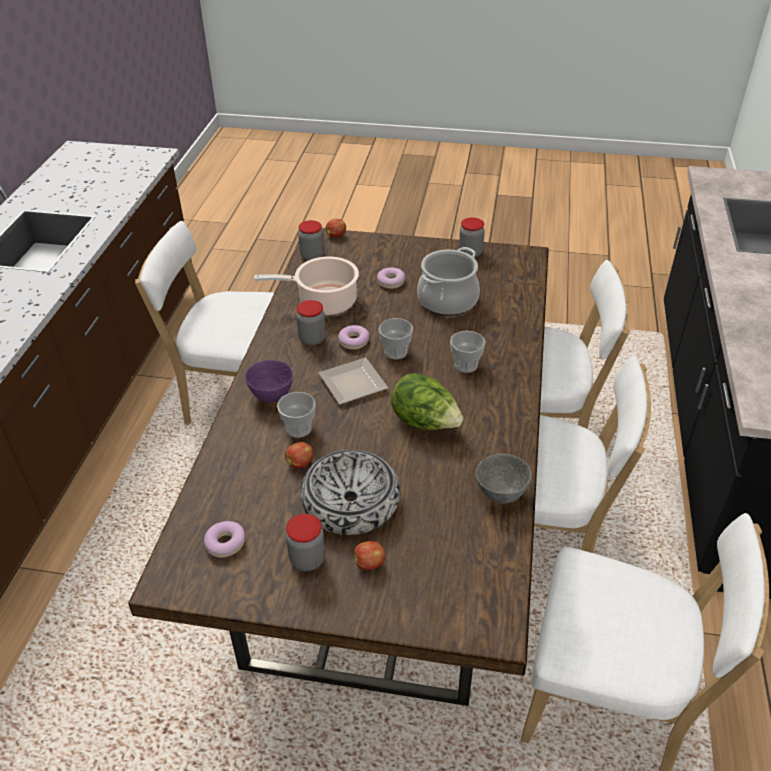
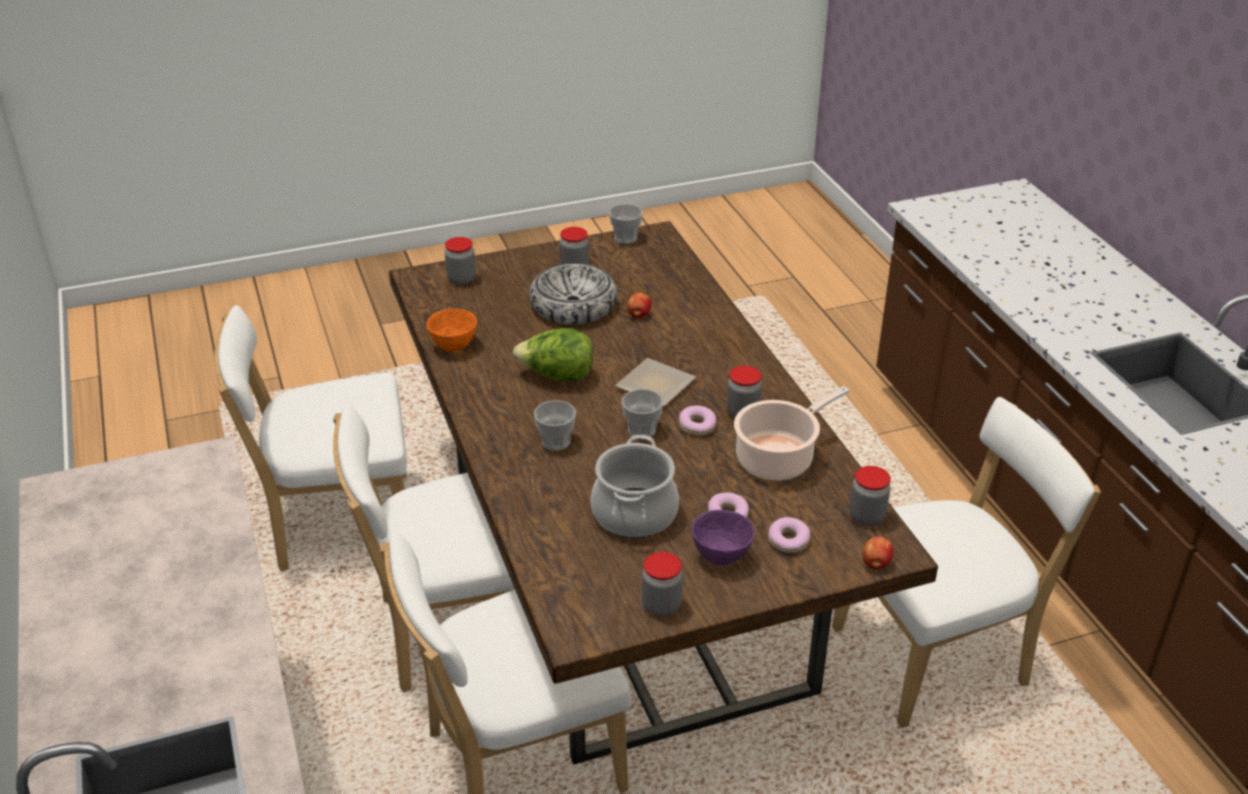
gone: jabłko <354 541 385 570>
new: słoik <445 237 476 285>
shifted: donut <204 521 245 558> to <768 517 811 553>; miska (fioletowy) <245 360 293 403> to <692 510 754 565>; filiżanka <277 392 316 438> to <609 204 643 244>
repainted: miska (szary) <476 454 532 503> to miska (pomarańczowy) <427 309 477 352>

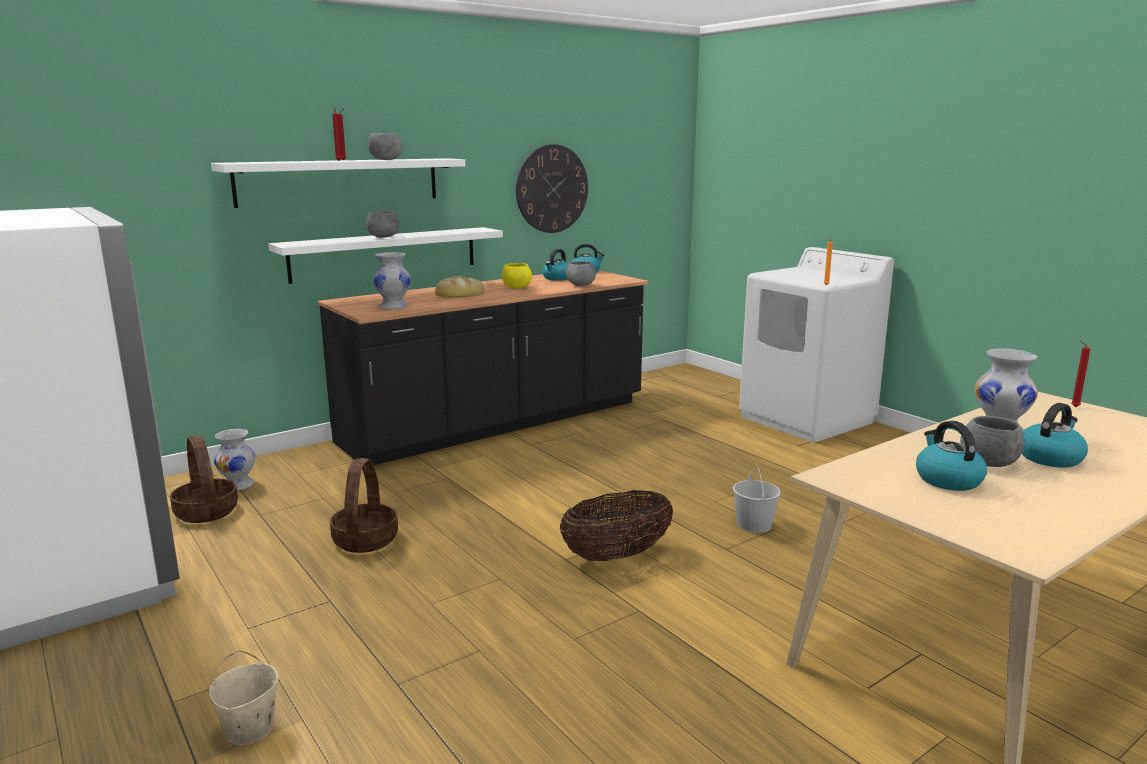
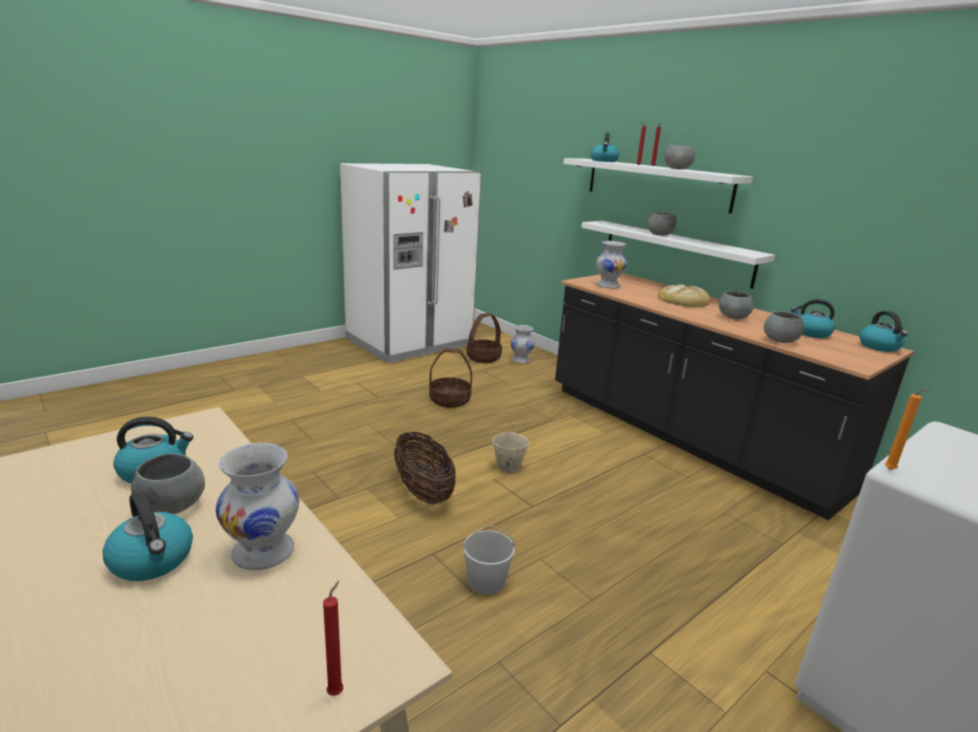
gone: zegar ścienny <516 144 588 233>
new: czajnik <591 132 619 162>
shifted: wiadro (beżowy) <209 650 278 746> to <492 422 530 473>
repainted: miska (żółty) <501 263 532 289> to miska (szary) <719 291 754 319>

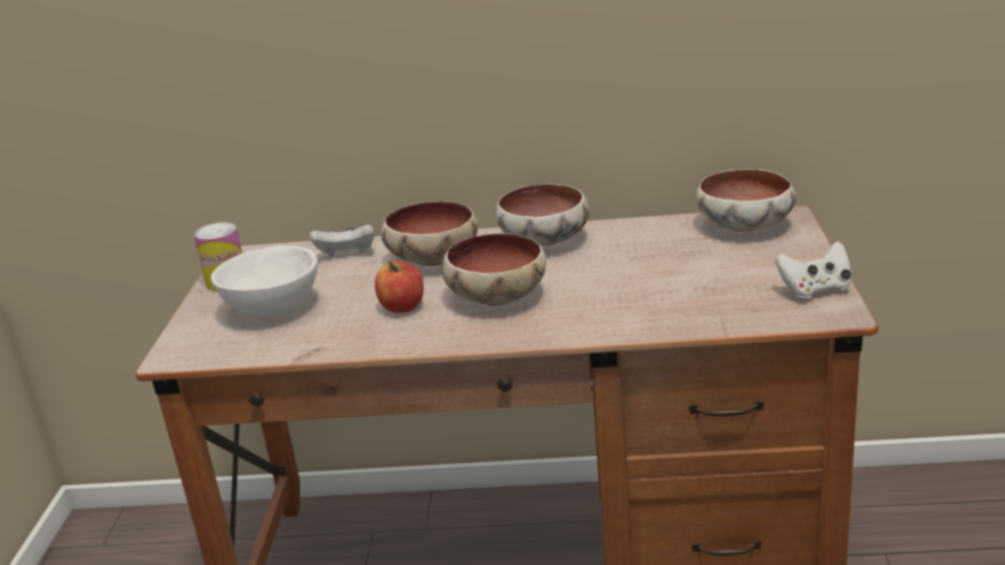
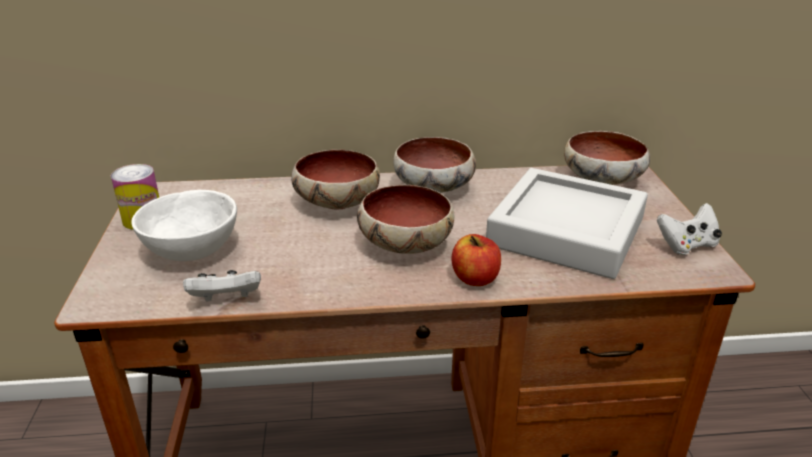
new: taca (szary) <486 168 648 279>
shifted: pad do gier (biały) <310 225 374 256> to <183 270 261 302>; jabłko <375 261 424 313> to <451 234 501 286>

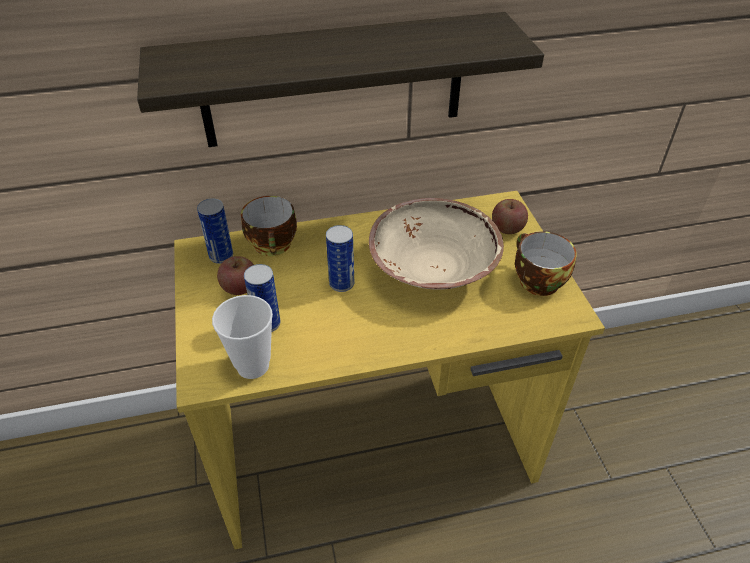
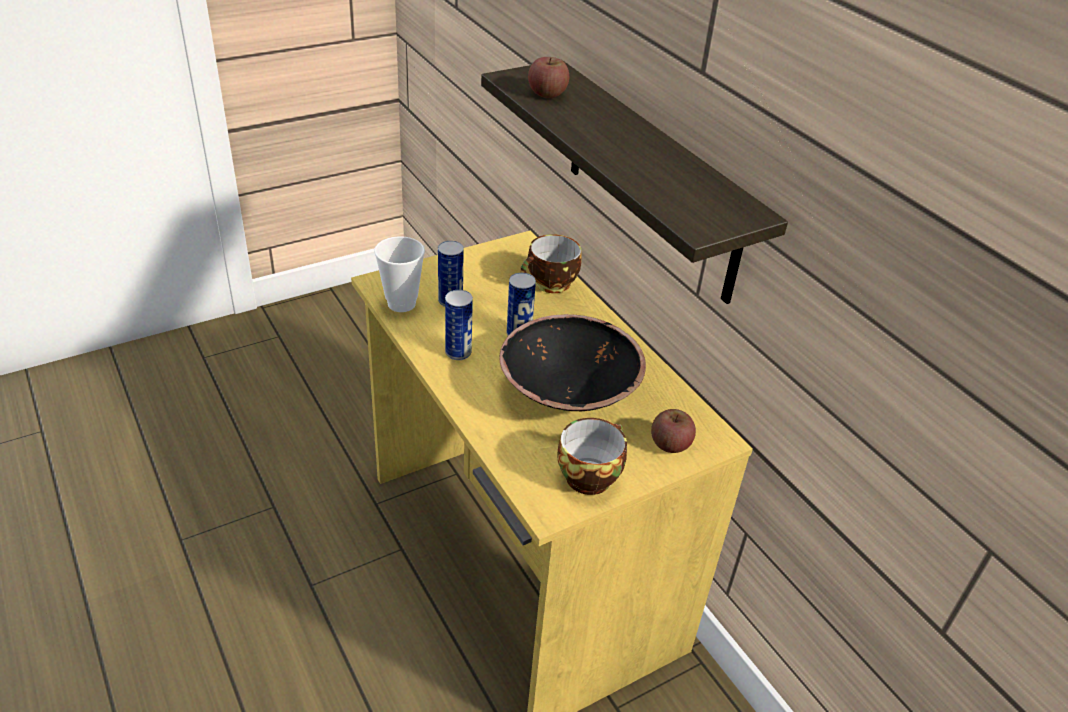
shifted: puszka <197 199 233 264> to <445 290 473 360>; jabłko <217 256 254 295> to <528 57 569 98>
repainted: miska (beżowy) <369 198 504 290> to miska (czarny) <499 314 646 411>

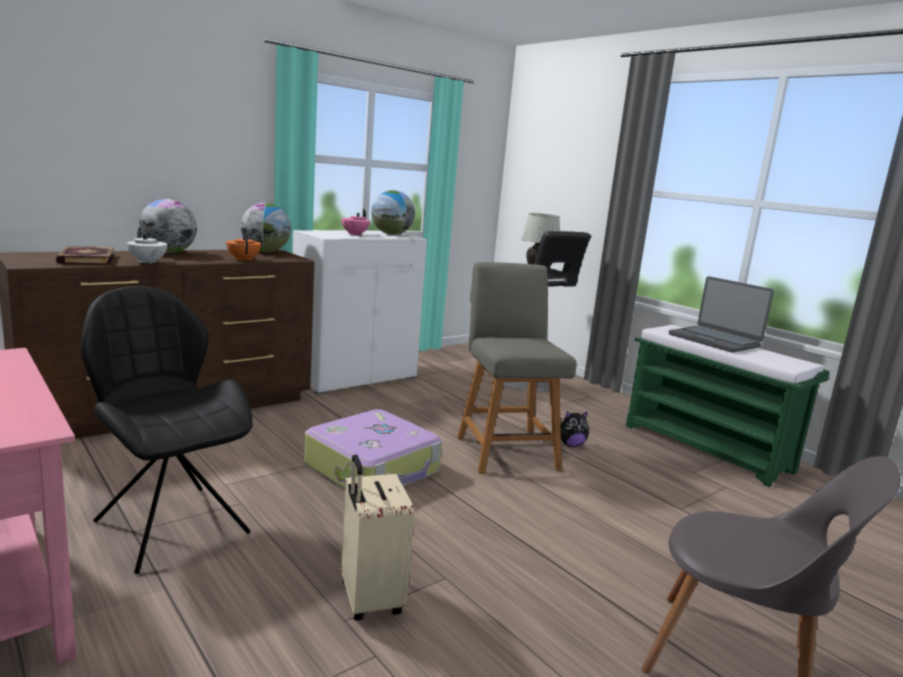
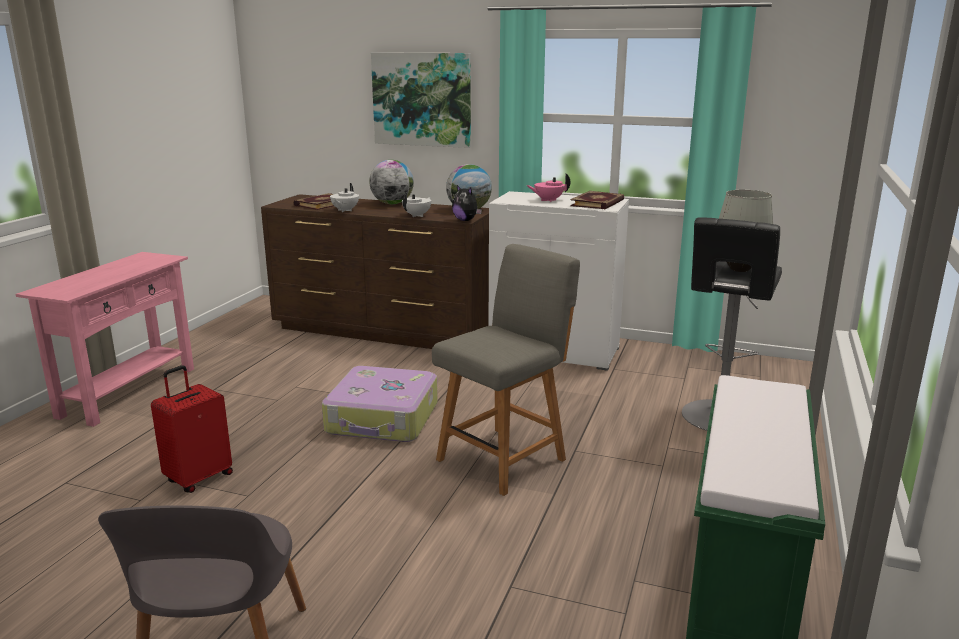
gone: krzesło (czarny) <81 286 253 574>; laptop <669 276 774 353>
new: obraz <371 52 471 148>
shifted: pluszak <561 411 589 447> to <452 185 482 221>
swapped: globus <371 190 415 235> to książka <570 191 624 210>
repainted: imbryk (pomarańczowy) <226 233 261 261> to imbryk (biały) <402 192 431 217>; walizka (beżowy) <341 454 414 621> to walizka (czerwony) <151 365 233 493>

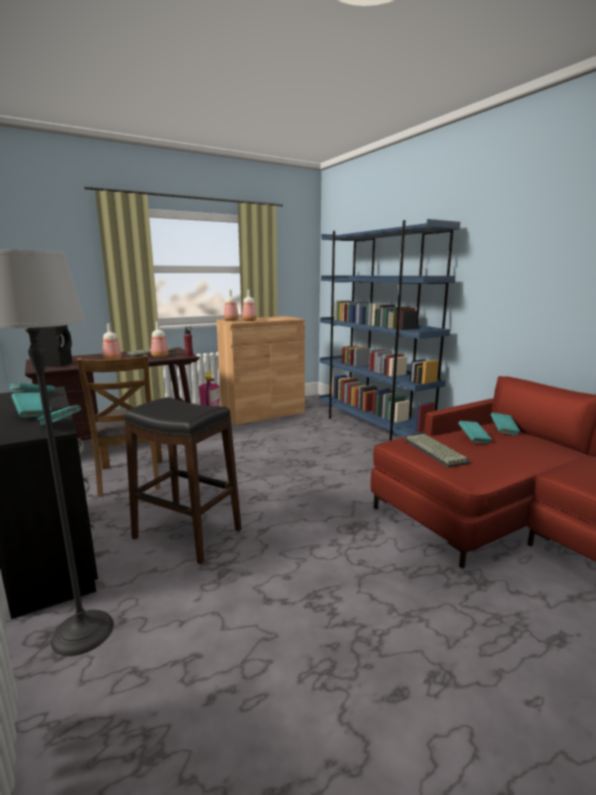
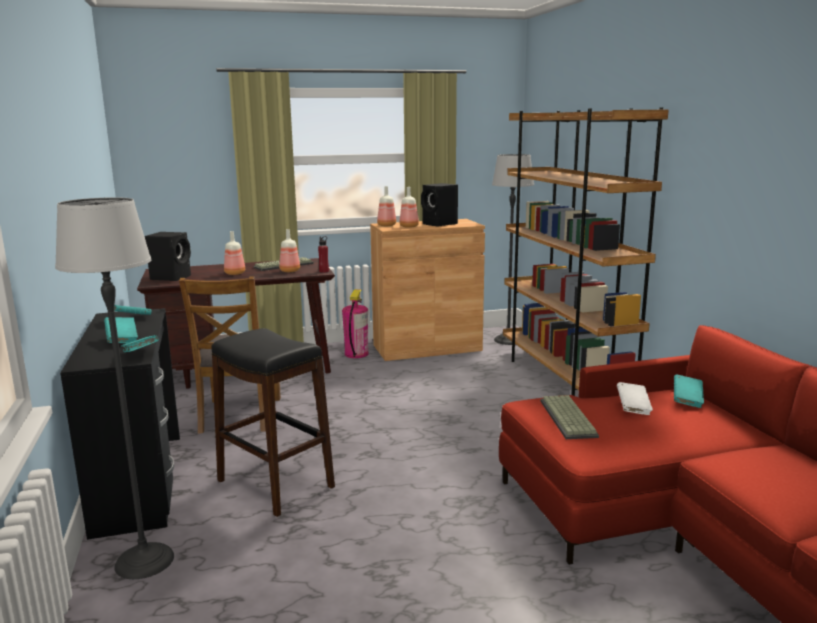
new: głośnik (czarny) <421 183 458 227>; lampa stojąca <492 154 534 345>
repainted: regał (niebieski) <319 219 460 441> to regał (brązowy) <503 108 669 396>; książka (turkusowy) <458 421 492 444> to książka (biały) <617 382 653 415>

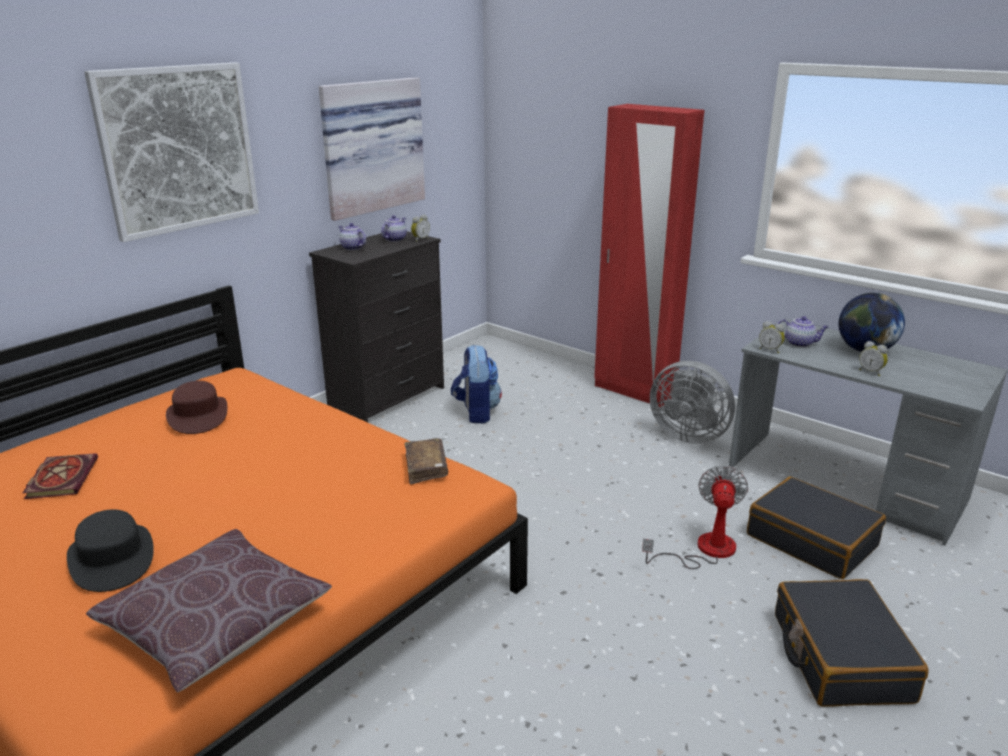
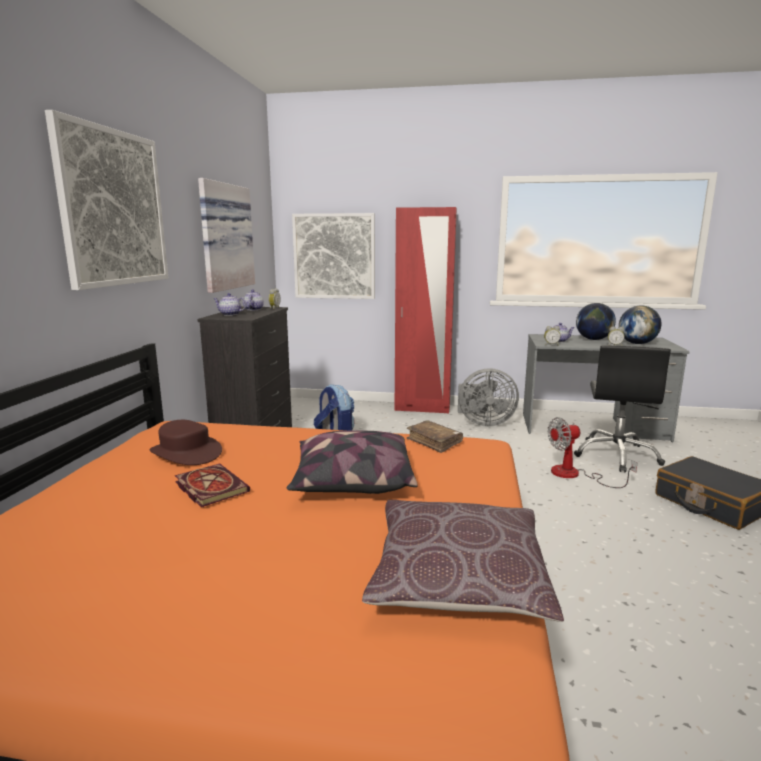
gone: kapelusz (czarny) <67 509 154 592>
new: poduszka <287 431 418 494>; obraz <292 213 375 299>; globus <619 306 662 344>
shifted: książka <23 453 98 499> to <175 463 250 507>
swapped: walizka (czarny) <747 477 886 579> to krzesło biurowe (czarny) <574 345 671 473>
rotated: wentylator <642 465 748 569> = <547 417 637 488> 90 degrees counterclockwise

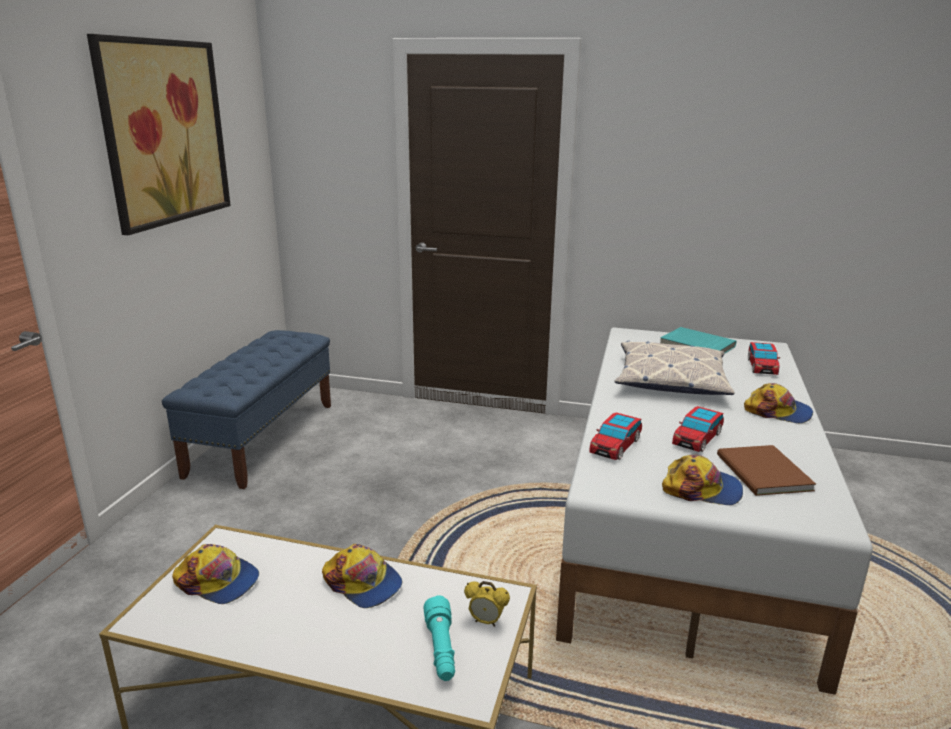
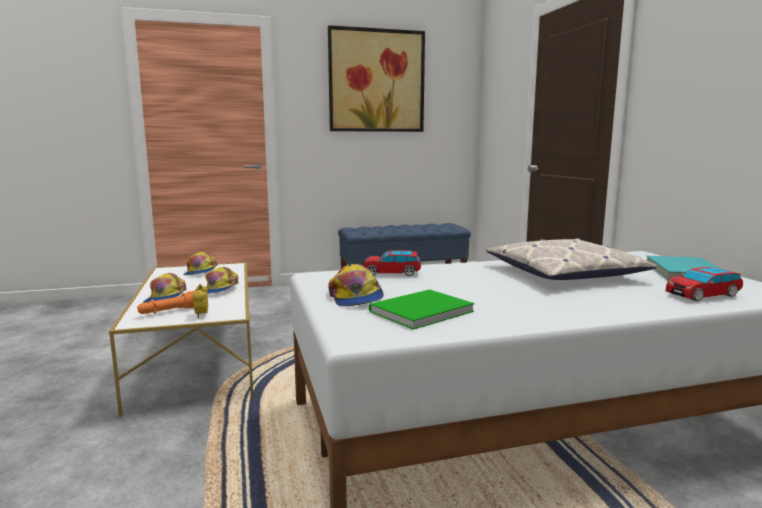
gone: samochodzik <672 406 724 452>
shifted: czapka z daszkiem <744 383 813 423> to <143 273 187 303>
repainted: latarka (turkusowy) <423 595 455 681> to latarka (pomarańczowy) <137 291 195 314>; książka (brązowy) <717 445 816 496> to książka (zielony) <369 289 475 329>

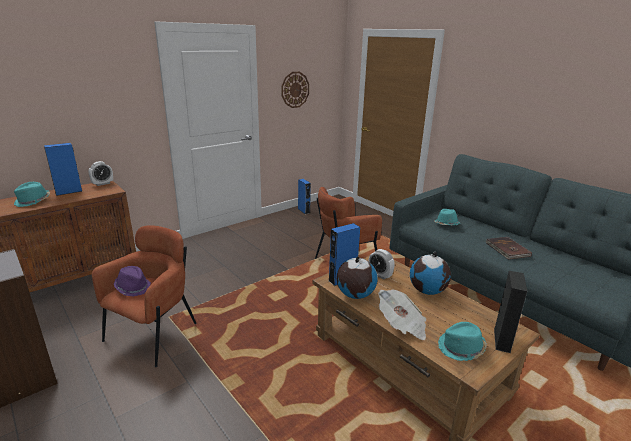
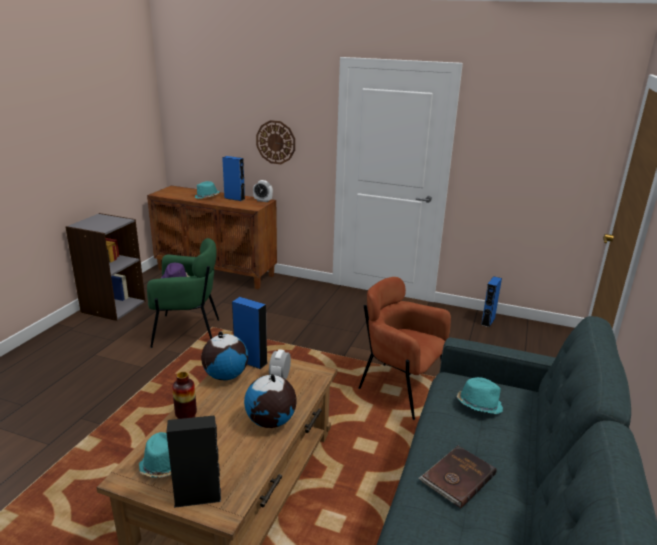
shifted: zegar ścienny <281 72 309 108> to <256 120 295 164>
swapped: gazeta <378 290 426 340> to wazon <172 372 197 419>
repainted: fotel (brązowy) <92 225 197 367> to fotel (zielony) <147 238 219 348>

